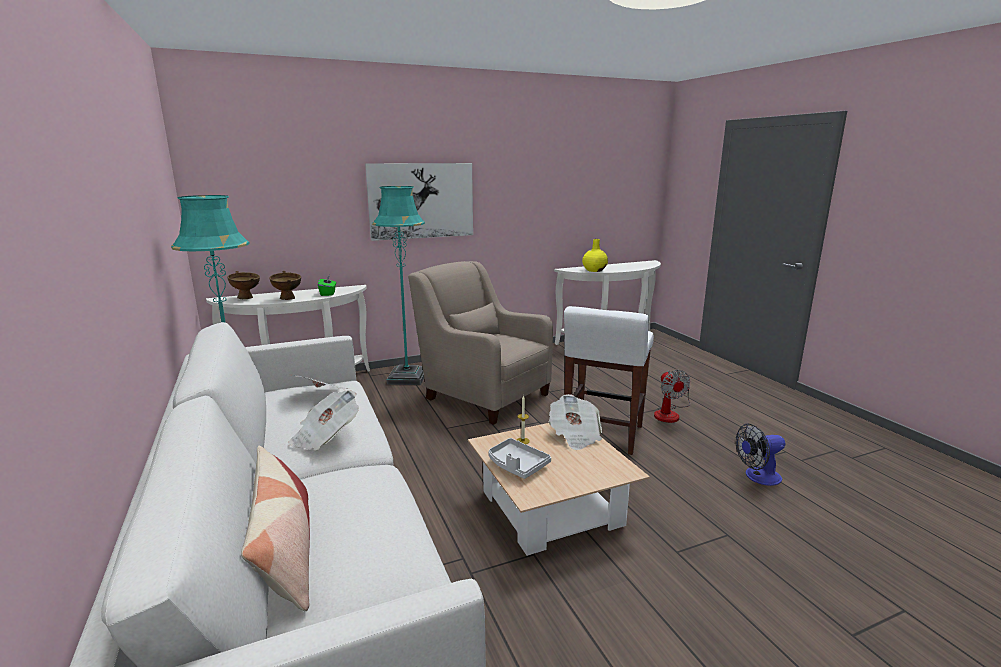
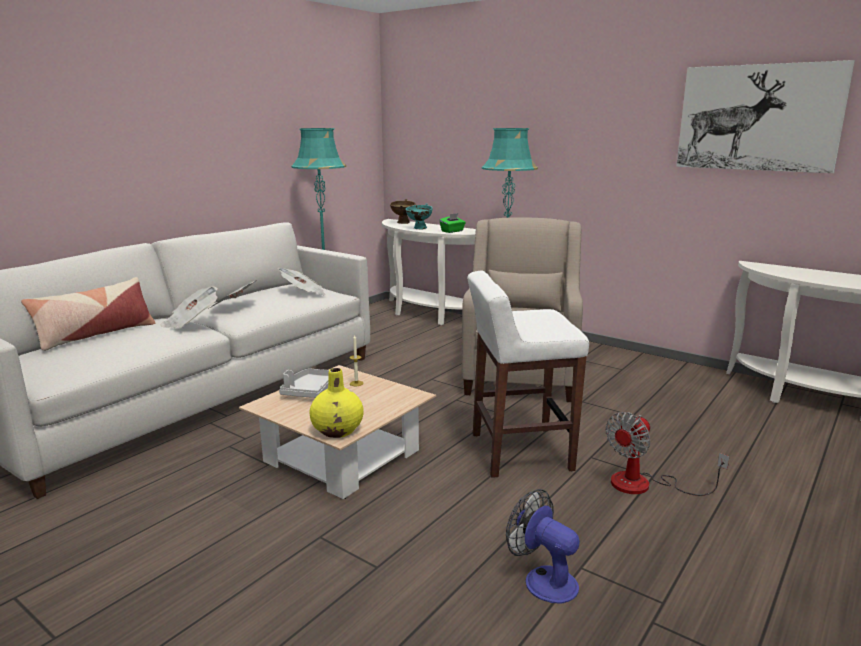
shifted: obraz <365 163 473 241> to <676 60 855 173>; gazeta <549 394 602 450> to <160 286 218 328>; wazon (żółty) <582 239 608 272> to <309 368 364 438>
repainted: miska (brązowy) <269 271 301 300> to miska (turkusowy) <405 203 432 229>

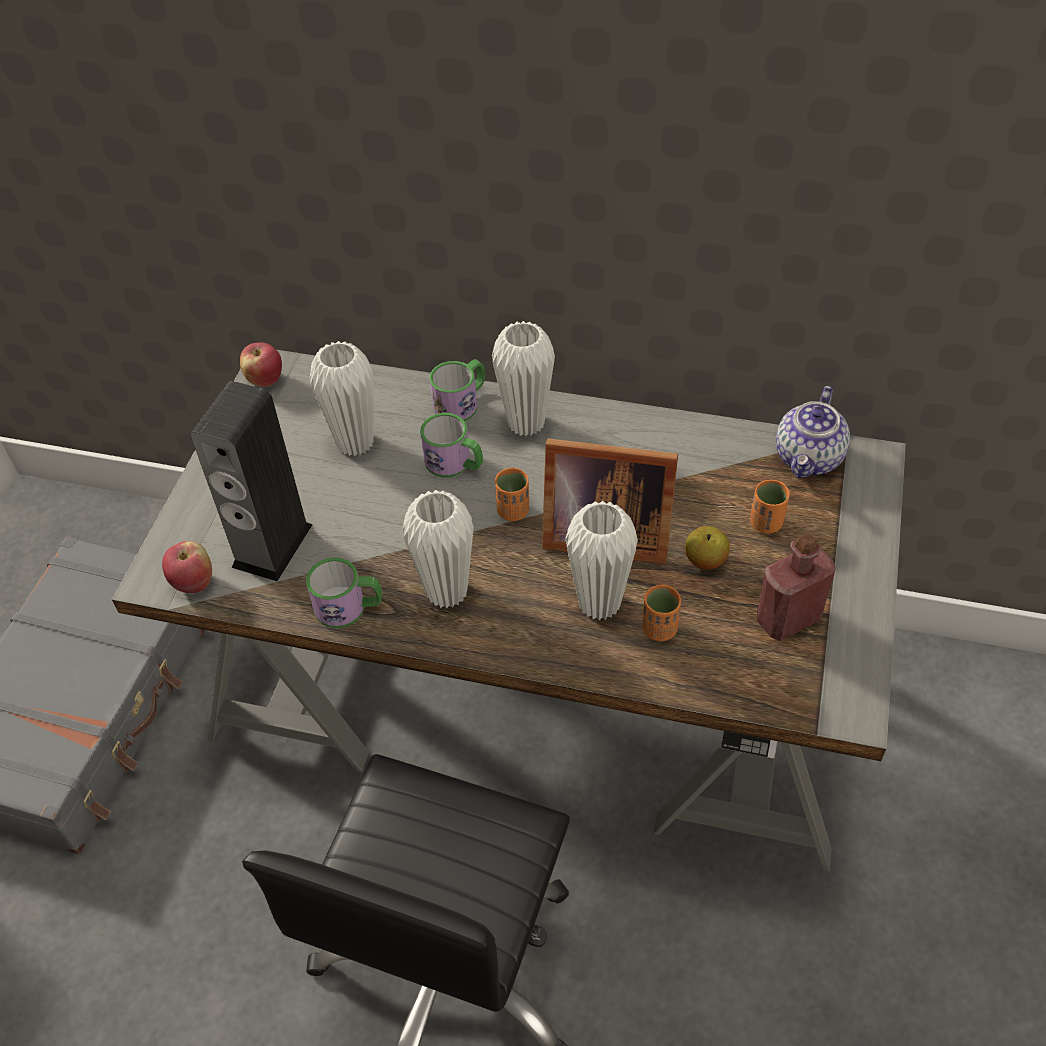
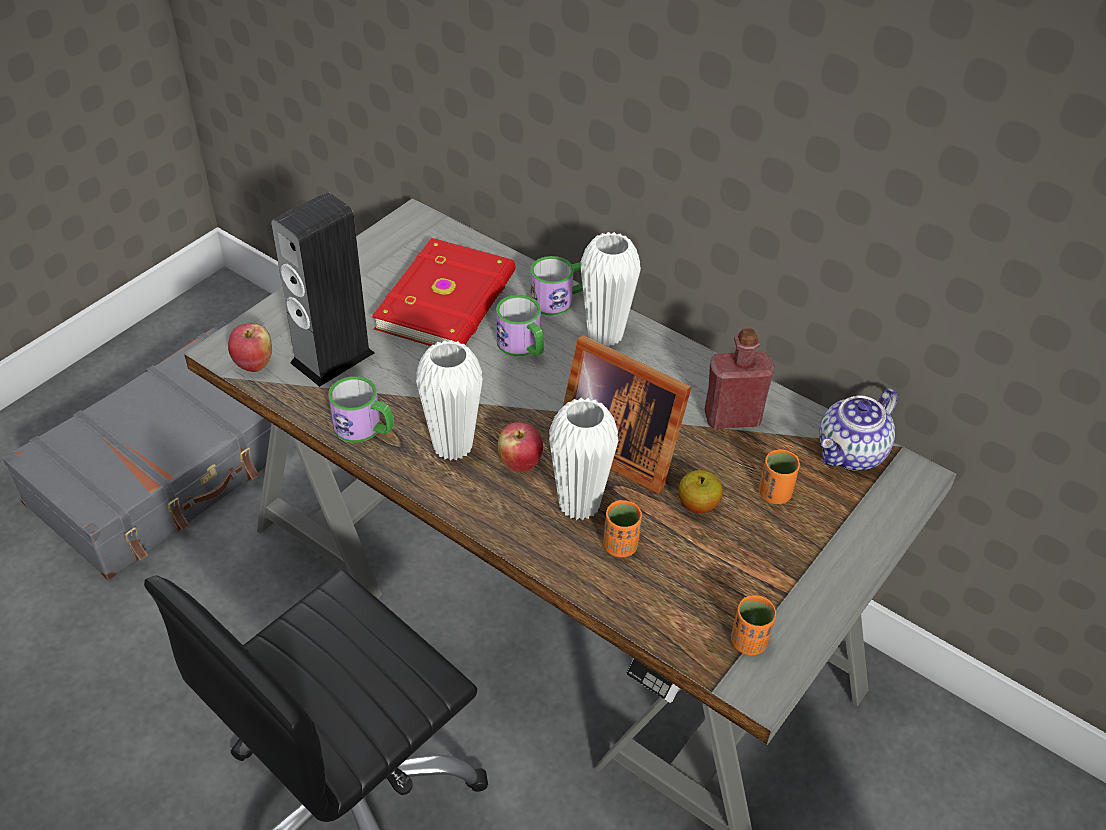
shifted: jabłko <240 342 282 387> to <497 422 543 472>; filiżanka (pomarańczowy) <495 468 529 521> to <731 595 776 655>; butelka (czerwony) <757 533 836 641> to <704 328 775 429>
swapped: wazon (biały) <310 341 374 456> to książka (czerwony) <372 238 515 346>

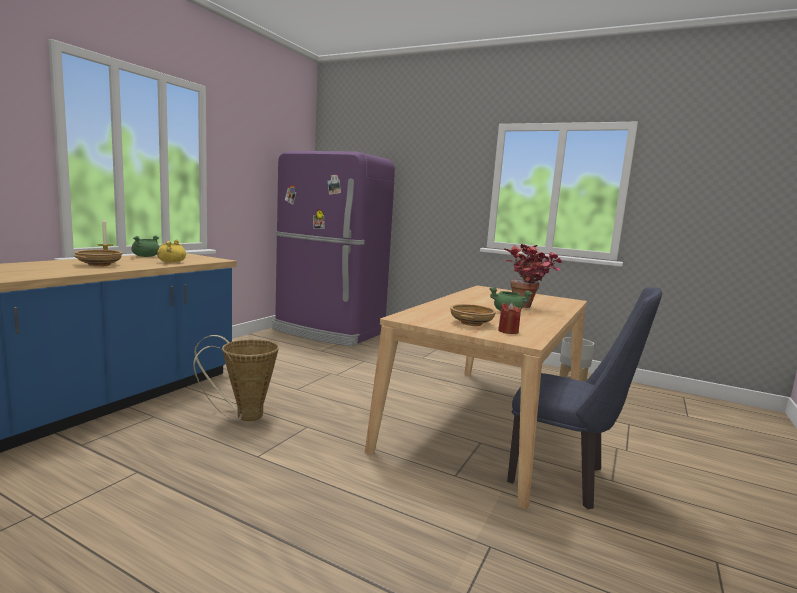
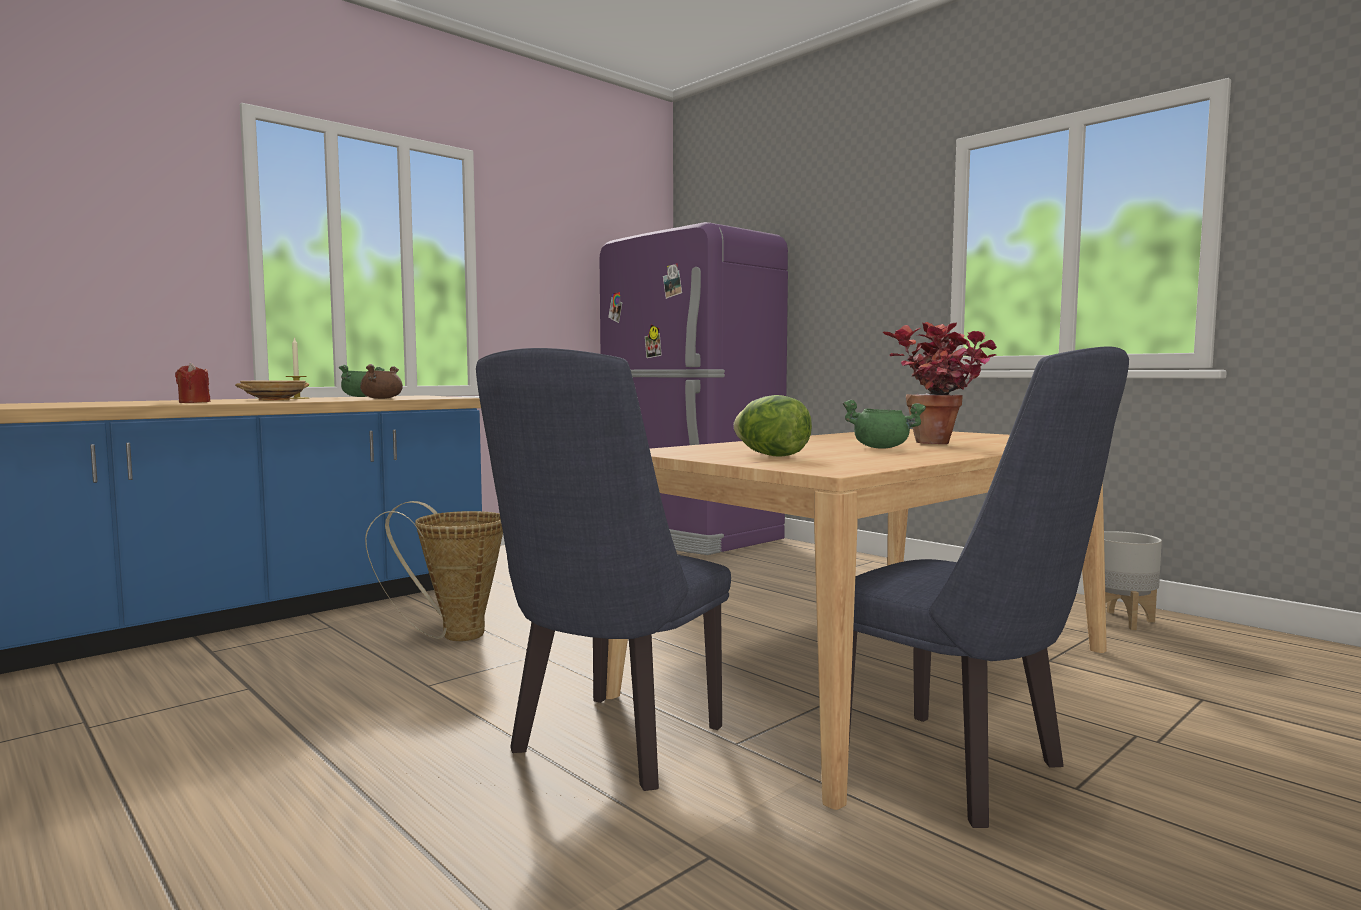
new: krzesło (niebieski) <476 348 731 791>
shifted: świeca (czerwony) <498 303 521 334> to <175 363 210 403>
swapped: miska (beżowy) <450 304 496 326> to sałata <733 395 812 457>
repainted: garnek (żółty) <157 239 186 262> to garnek (brązowy) <360 364 403 399>

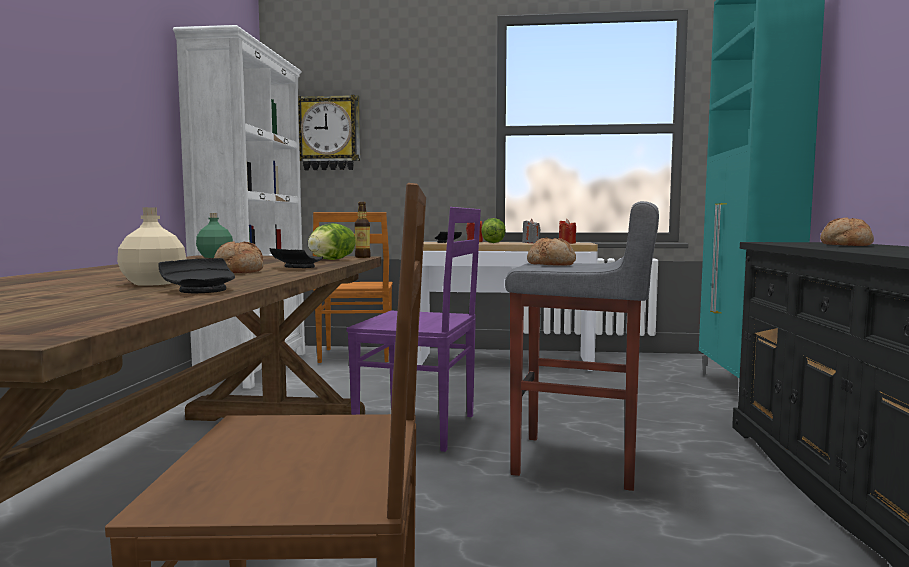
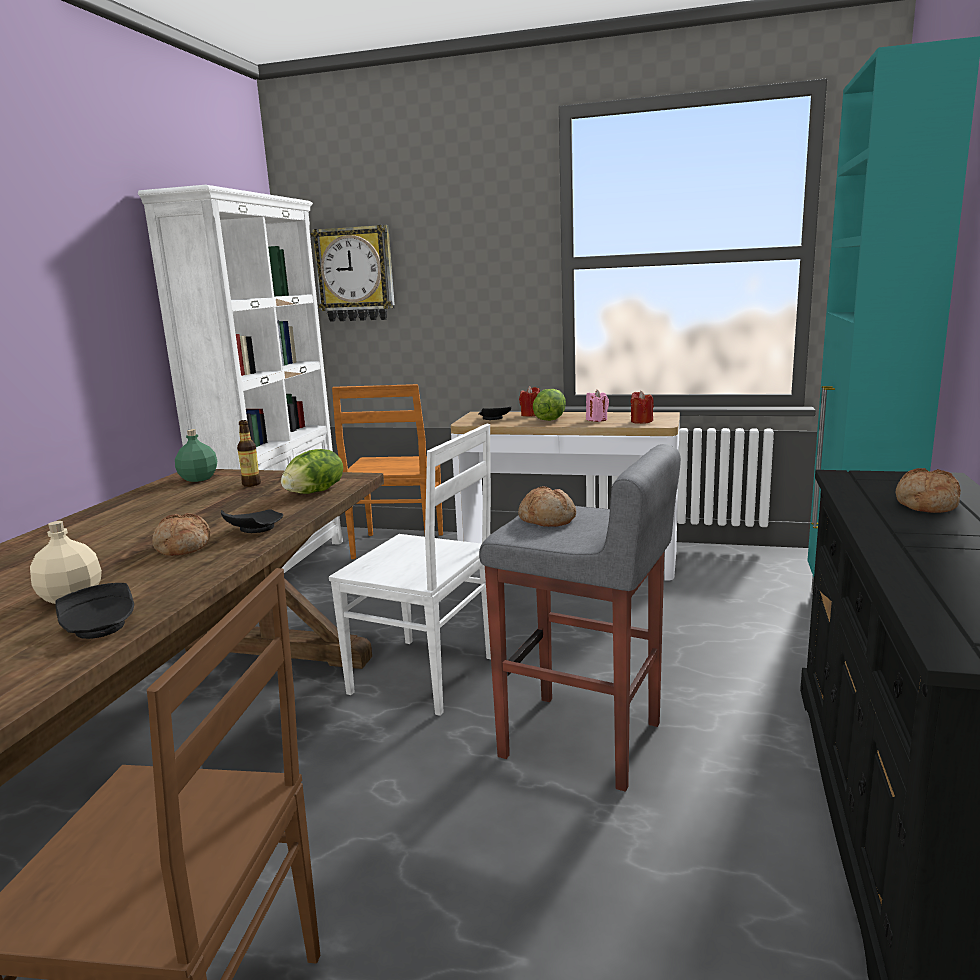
shifted: butelka <355 202 371 258> to <237 420 261 487>
repainted: krzesło (fioletowy) <347 207 481 452> to krzesło (biały) <329 424 491 716>; świeca (szary) <522 219 540 243> to świeca (różowy) <586 390 609 422>

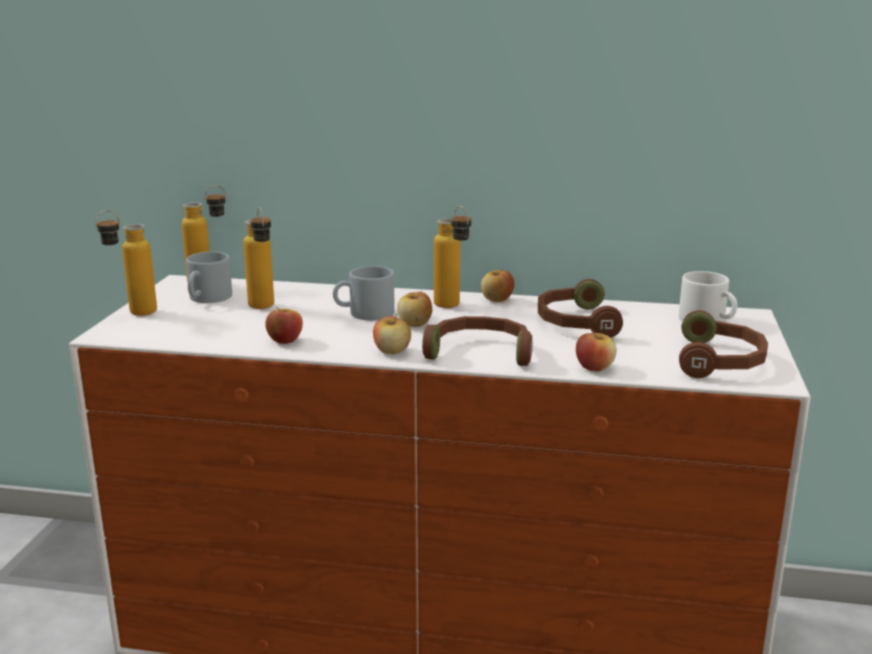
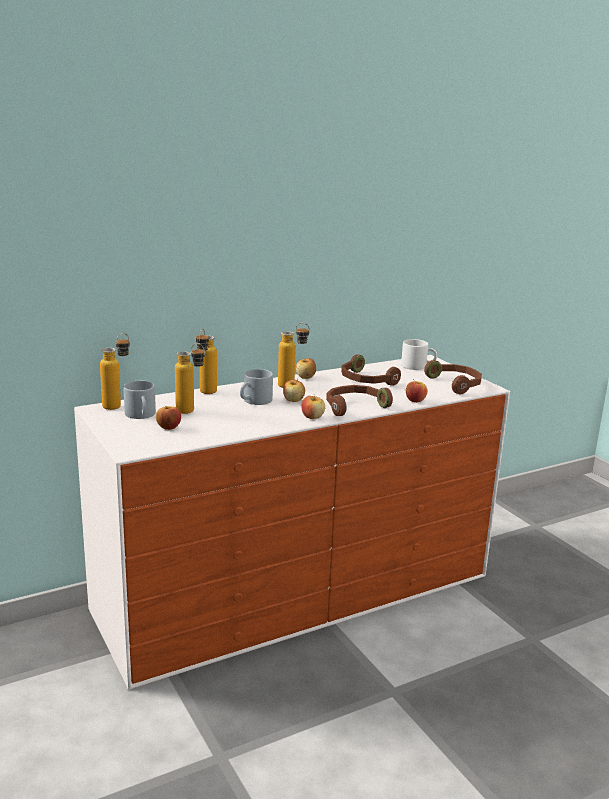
shifted: butelka <95 210 157 316> to <196 329 217 394>; jabłko <265 307 303 344> to <156 406 181 430>

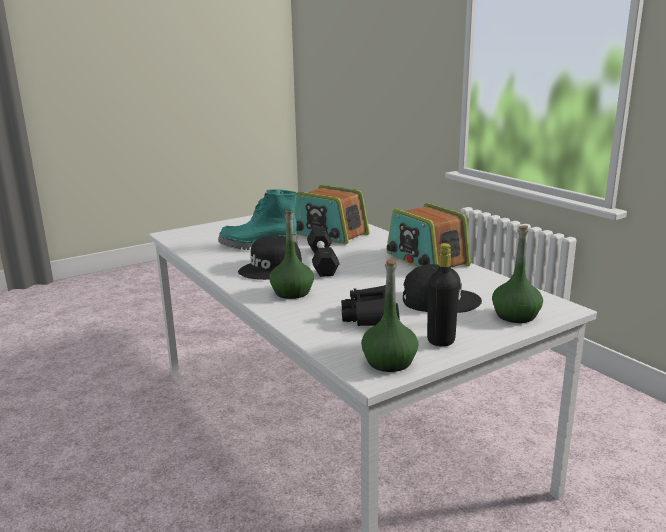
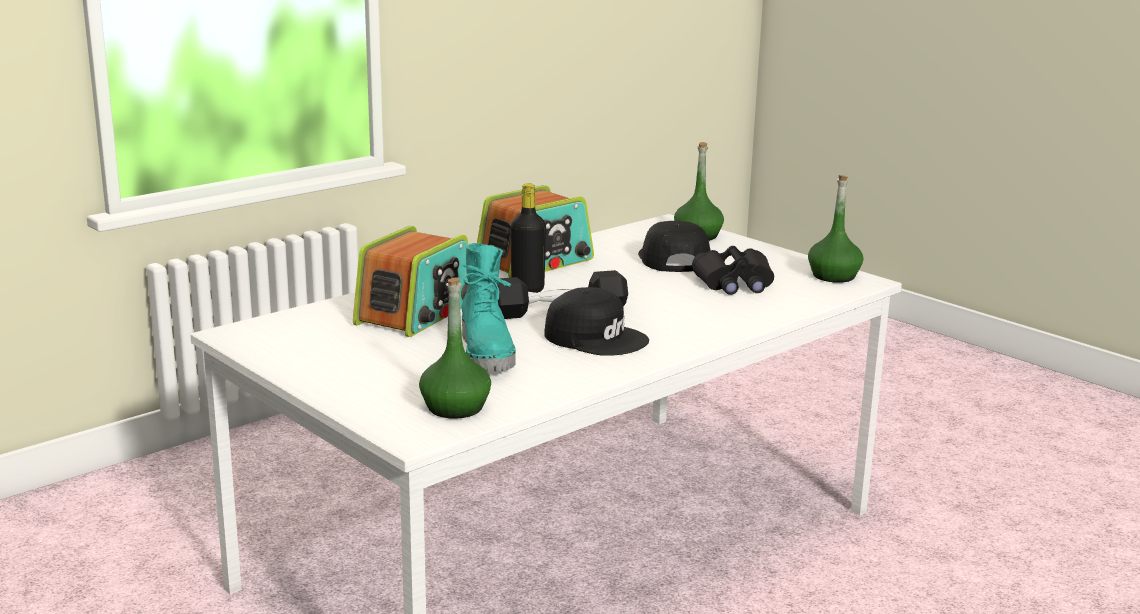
shifted: butelka (zielony) <269 211 314 299> to <419 277 491 419>; butelka (czarny) <427 243 459 347> to <511 184 546 293>

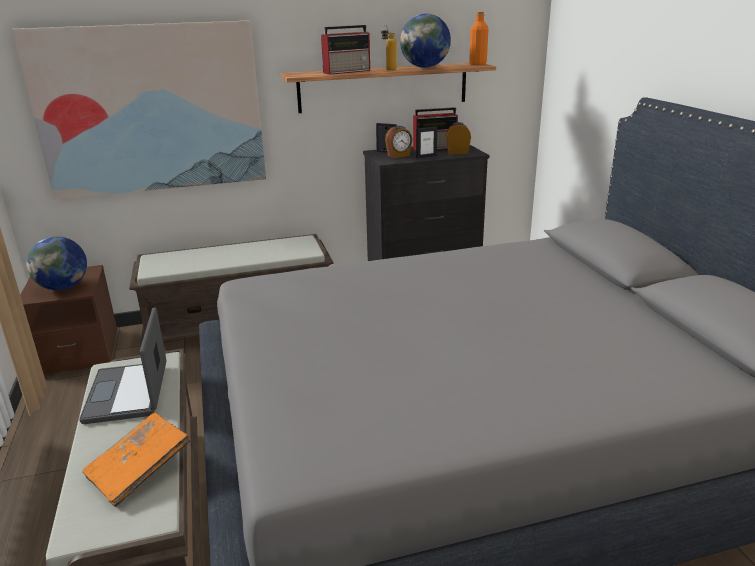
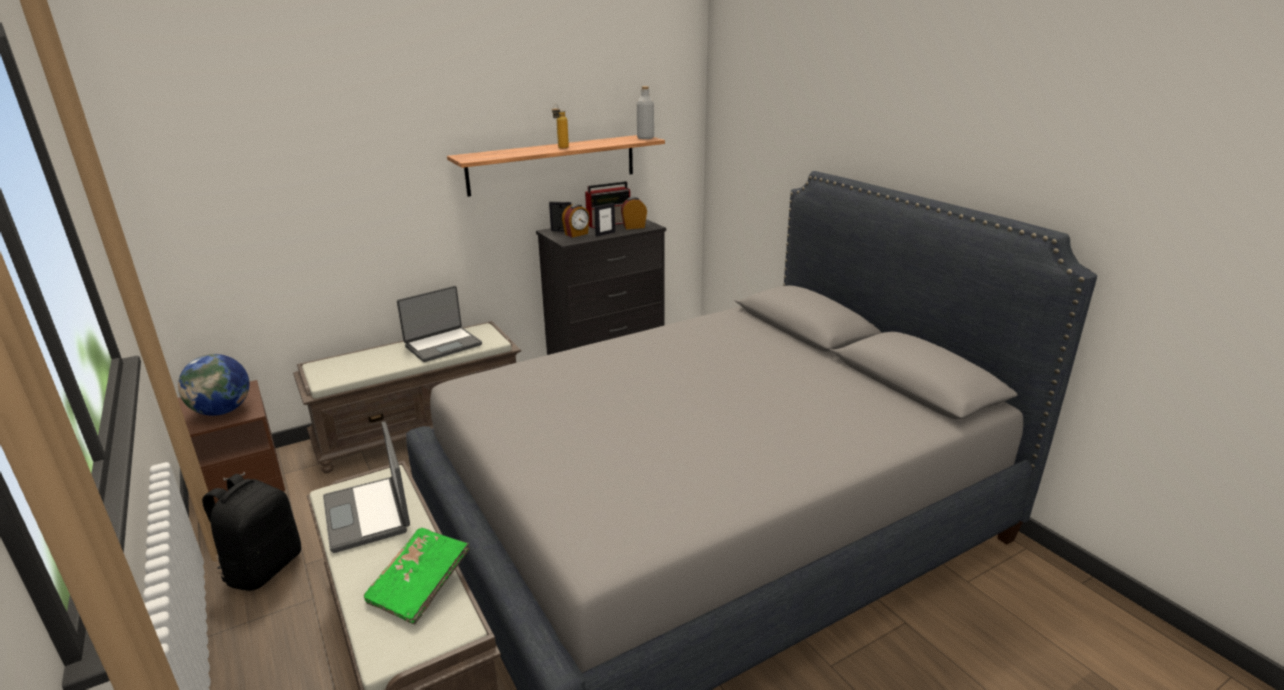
gone: obraz <12 21 266 199>; radio <321 25 370 75>; globus <400 14 451 68>
new: plecak (czarny) <202 474 301 591>; laptop <397 286 482 362>
repainted: książka (pomarańczowy) <82 413 190 507> to książka (zielony) <364 528 469 624>; butelka (pomarańczowy) <469 12 488 65> to butelka (szary) <637 86 654 139>

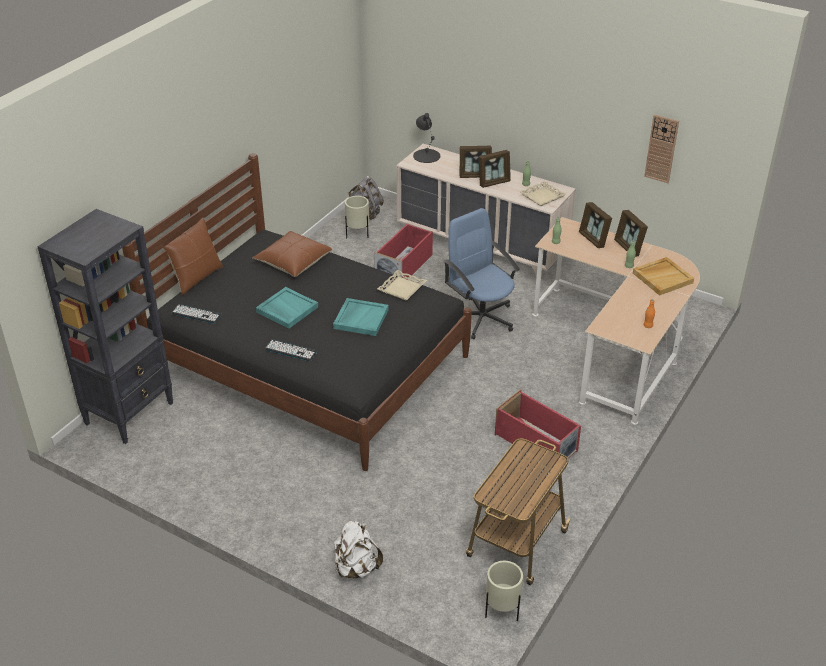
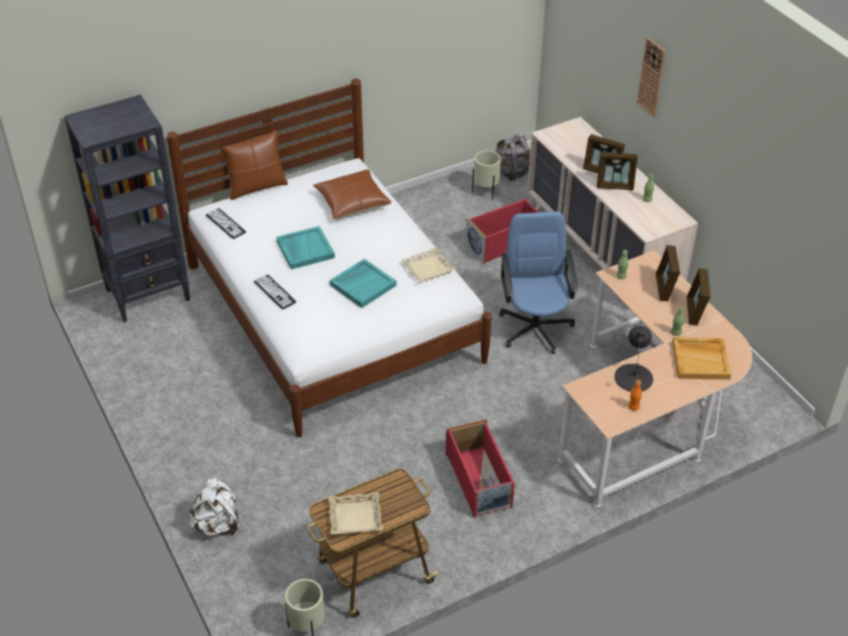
shifted: lampa stołowa (czarny) <413 113 440 163> to <614 326 653 392>; taca (beżowy) <519 181 566 206> to <328 492 383 535>; zegar ścienny <644 115 679 183> to <637 37 666 118>
repainted: łóżko (czarny) <122 153 472 471> to łóżko (biały) <167 78 492 437>

